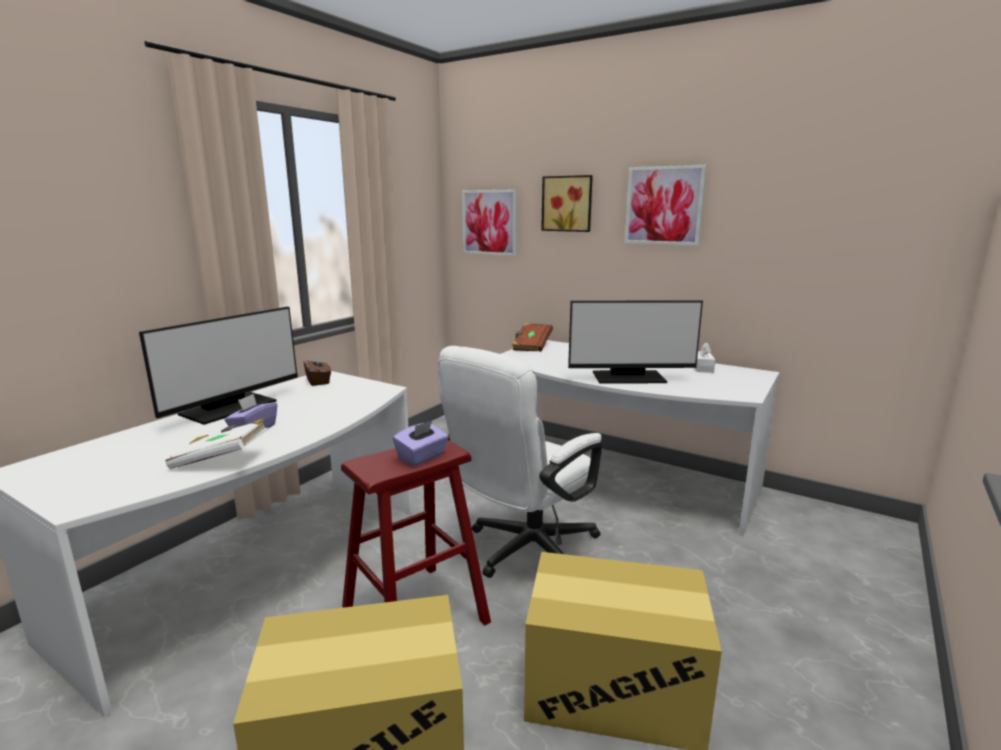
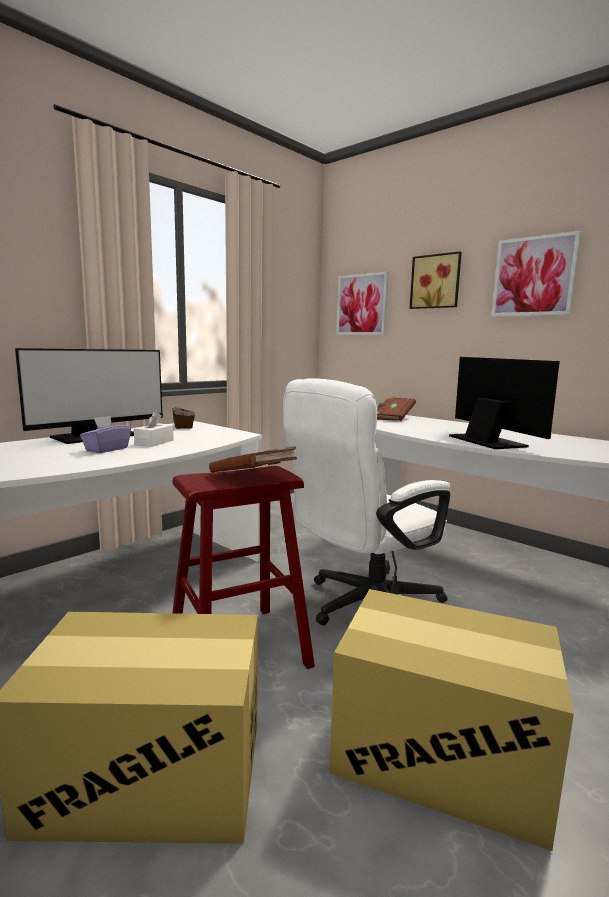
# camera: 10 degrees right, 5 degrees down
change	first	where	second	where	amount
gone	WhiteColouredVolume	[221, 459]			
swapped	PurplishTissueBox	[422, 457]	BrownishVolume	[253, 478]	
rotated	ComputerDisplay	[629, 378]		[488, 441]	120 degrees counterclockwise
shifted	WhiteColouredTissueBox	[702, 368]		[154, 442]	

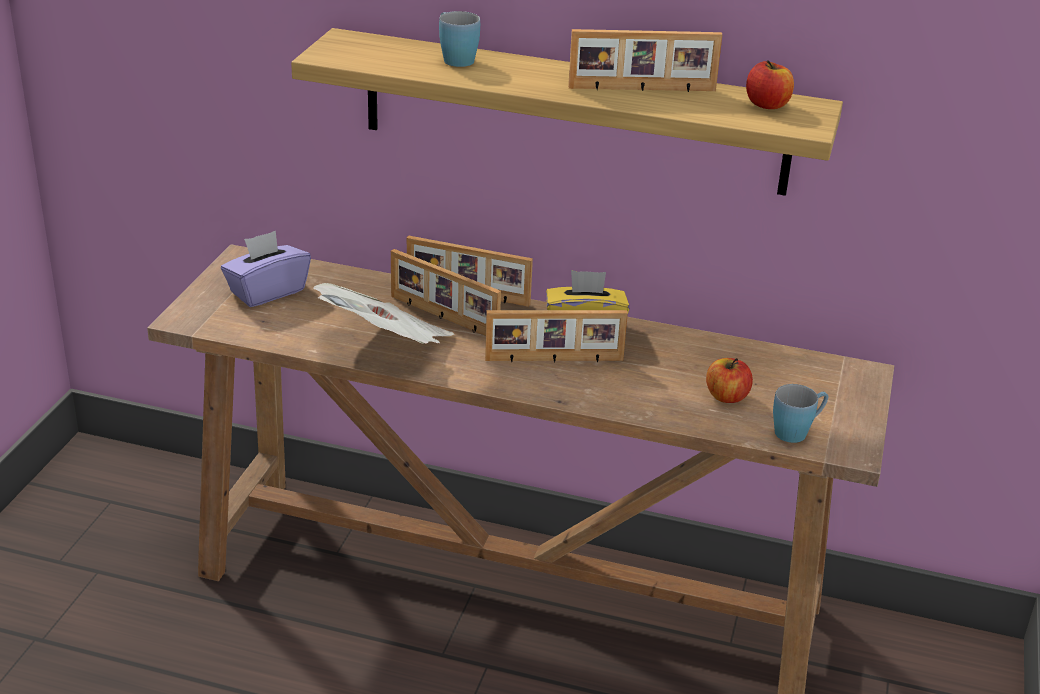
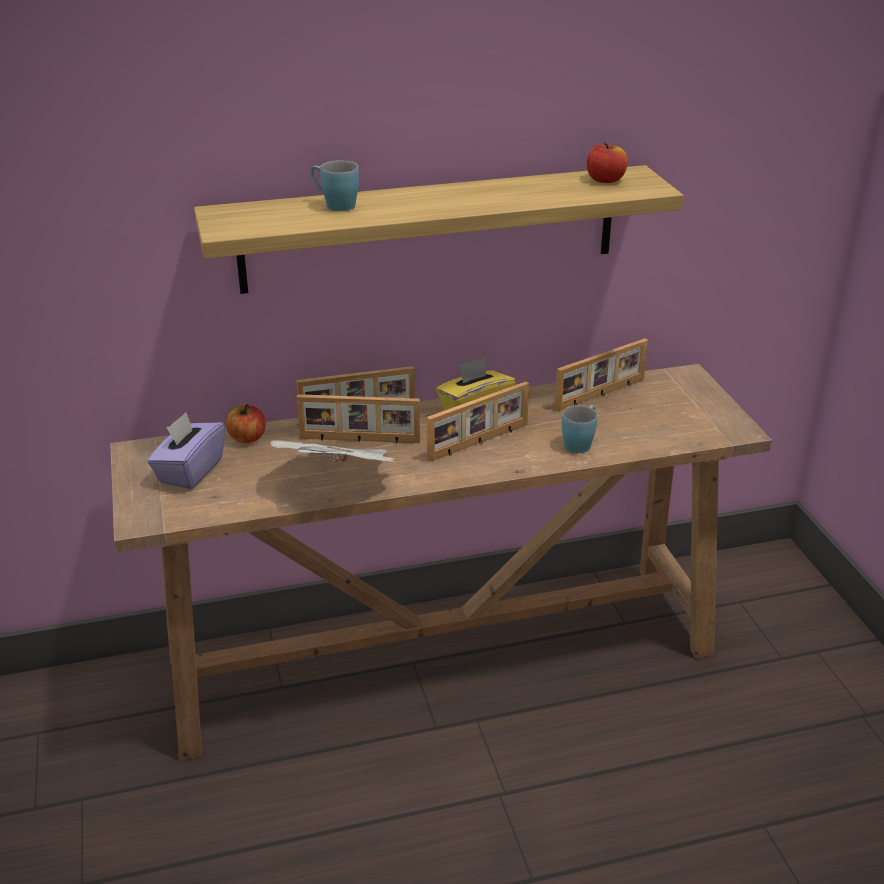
# camera: 30 degrees left, 0 degrees up
change	first	where	second	where	amount
shifted	PhotoFrame	[642, 89]		[601, 395]	
shifted	WholeApple	[726, 396]		[247, 438]	
shifted	BlueCoffeeMug	[797, 431]		[580, 443]	

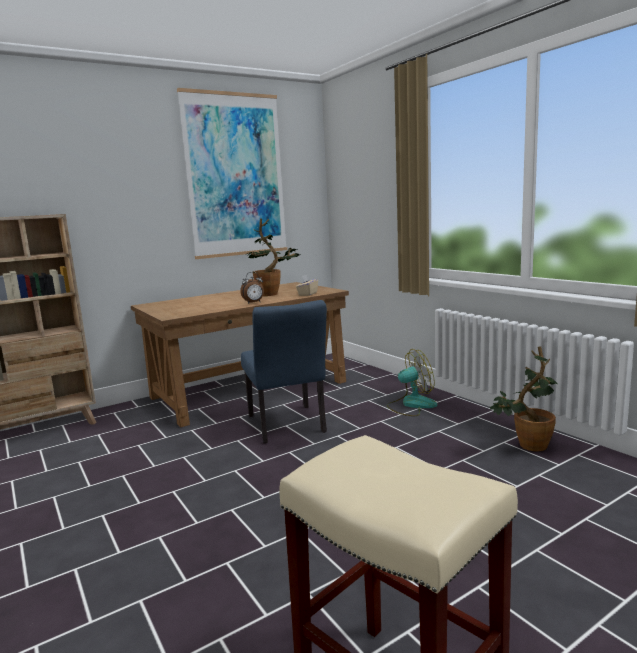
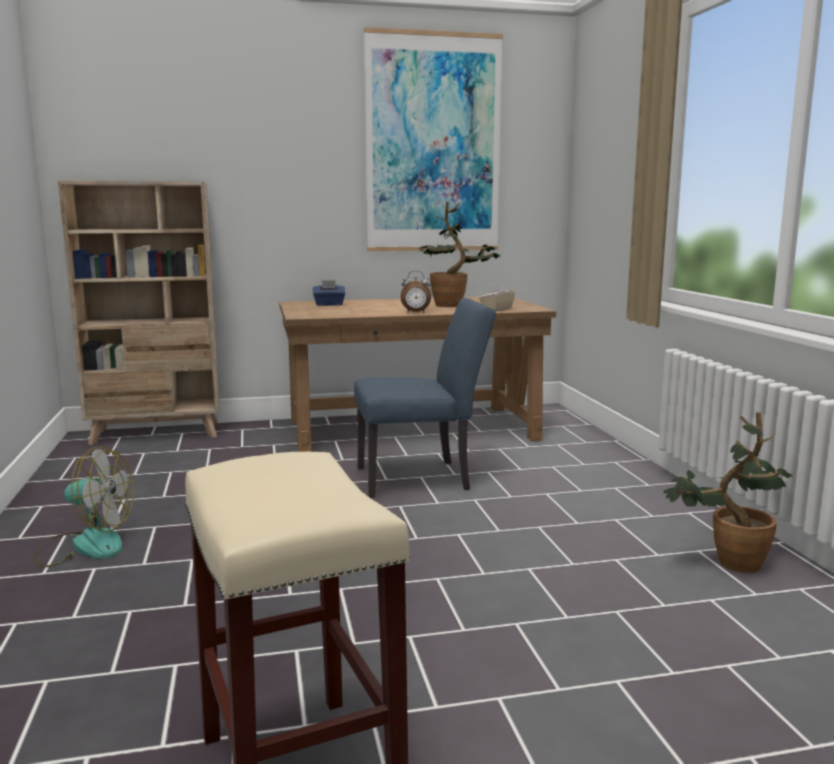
# camera: 20 degrees right, 0 degrees up
change	first	where	second	where	amount
rotated	BluePlainChair	[288, 426]		[422, 478]	105 degrees counterclockwise
shifted	Fan	[411, 405]		[85, 545]	
new			BlueTissueBox	[329, 305]	

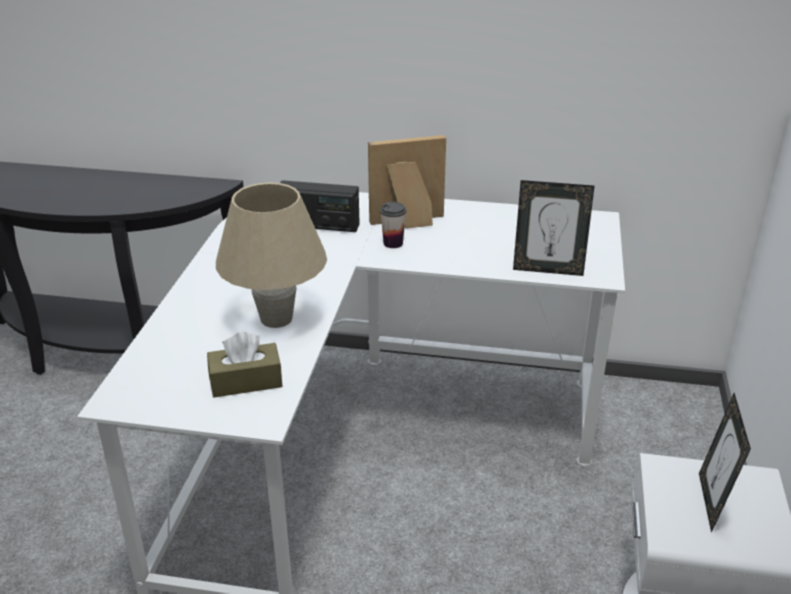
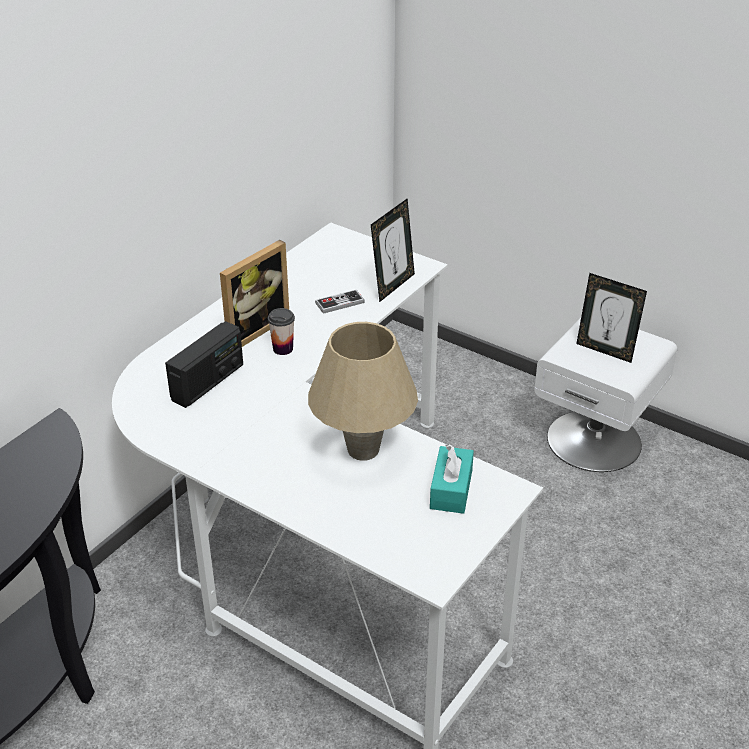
# camera: 65 degrees left, 5 degrees up
change	first	where	second	where	amount
repainted	BrownishTissueBox	[246, 381]	TurquoiseColouredTissueBox	[451, 489]	
rotated	PhotoFrame	[408, 223]		[252, 329]	150 degrees counterclockwise
new			GameController	[339, 303]	

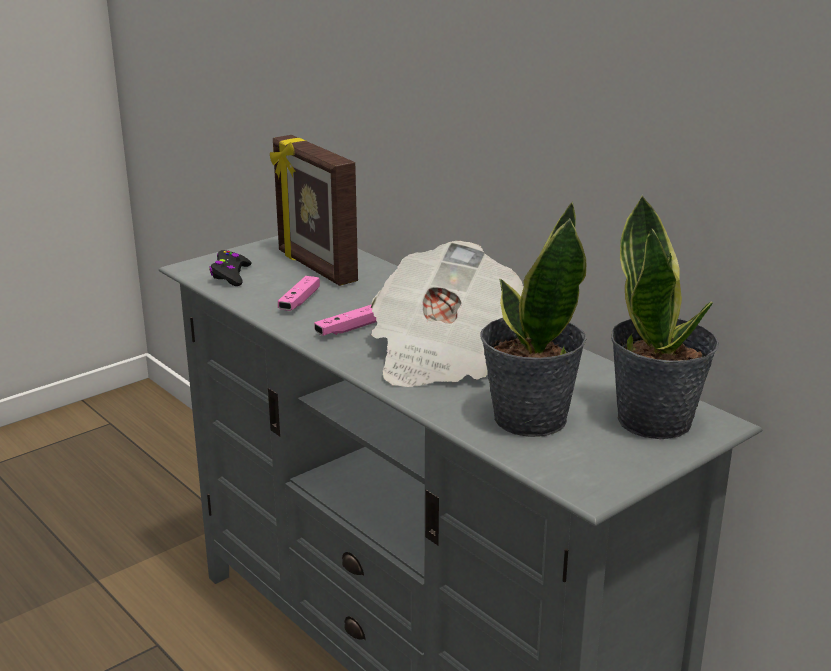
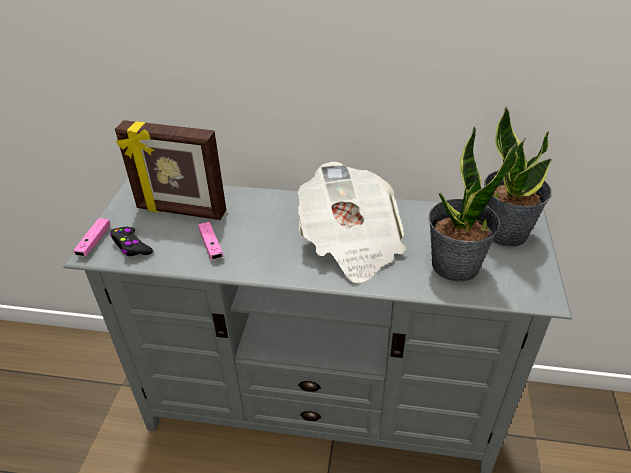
# camera: 40 degrees left, 15 degrees up
change	first	where	second	where	amount
shifted	PinkishGameController	[348, 329]		[94, 242]	

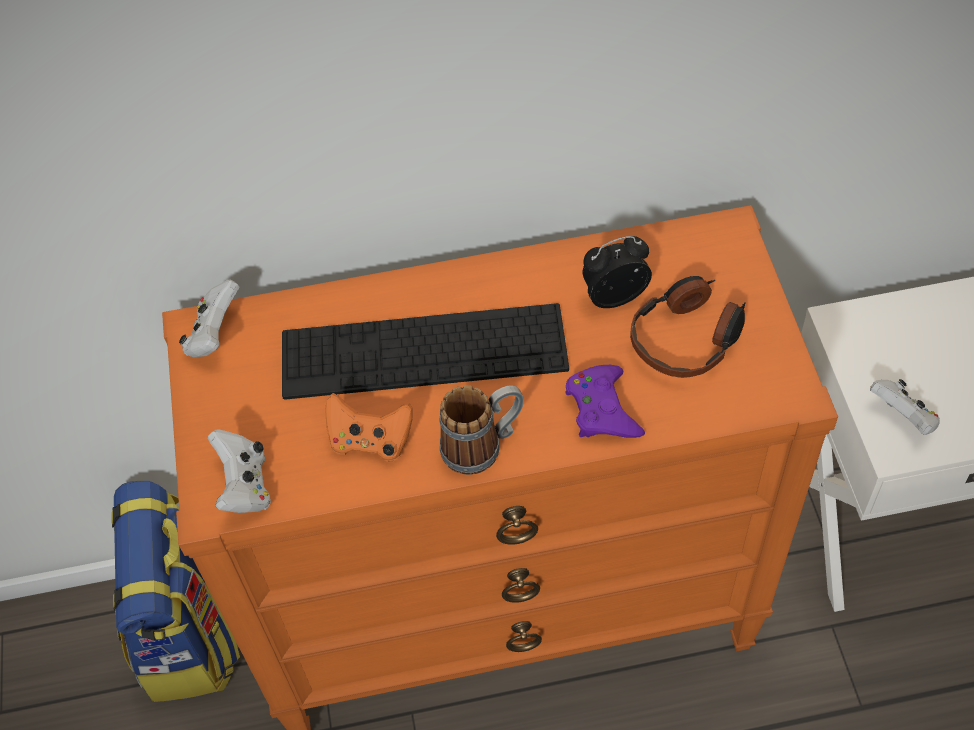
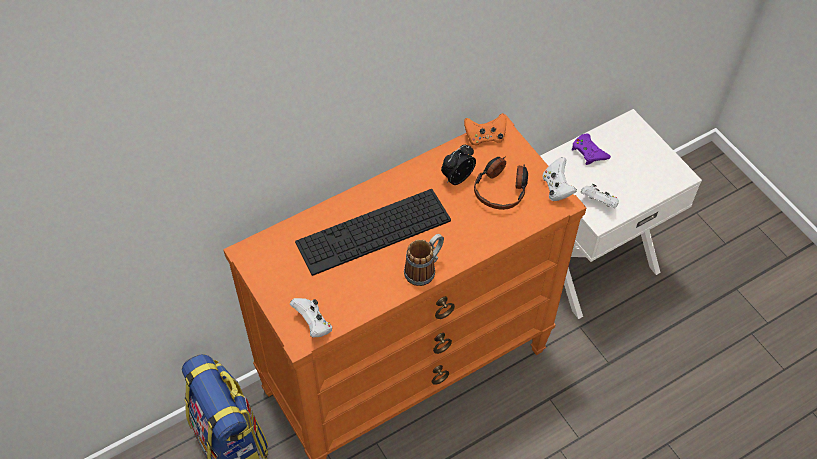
# camera: 25 degrees left, 0 degrees up
change	first	where	second	where	amount
shifted	WhiteColouredGameController	[214, 335]		[556, 188]	
shifted	OrangeyGameController	[370, 441]		[485, 137]	
shifted	PurplishGameController	[602, 409]		[589, 152]	

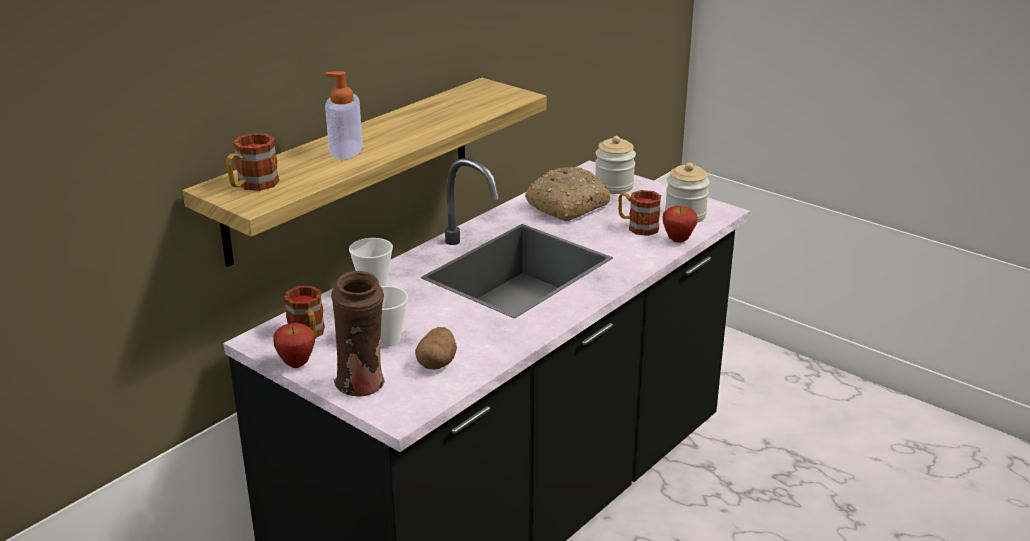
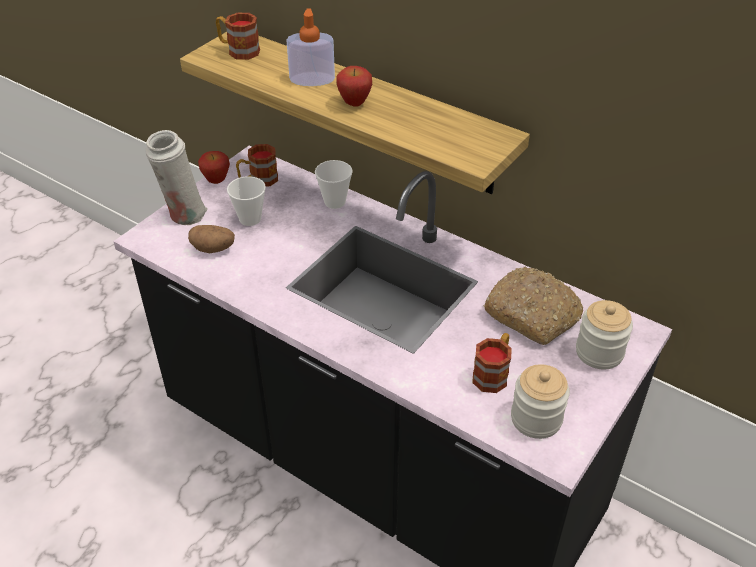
# camera: 85 degrees right, 15 degrees up
change	first	where	second	where	amount
repainted	BrownishVase	[362, 386]	WhiteColouredVase	[183, 215]	
shifted	WholeApple	[678, 241]		[354, 103]	

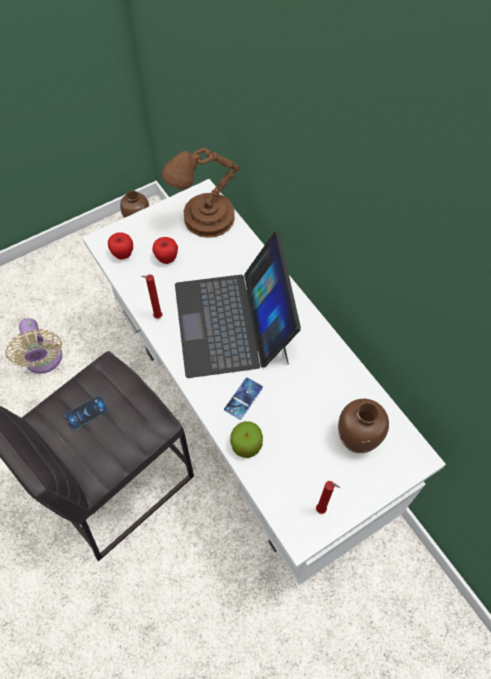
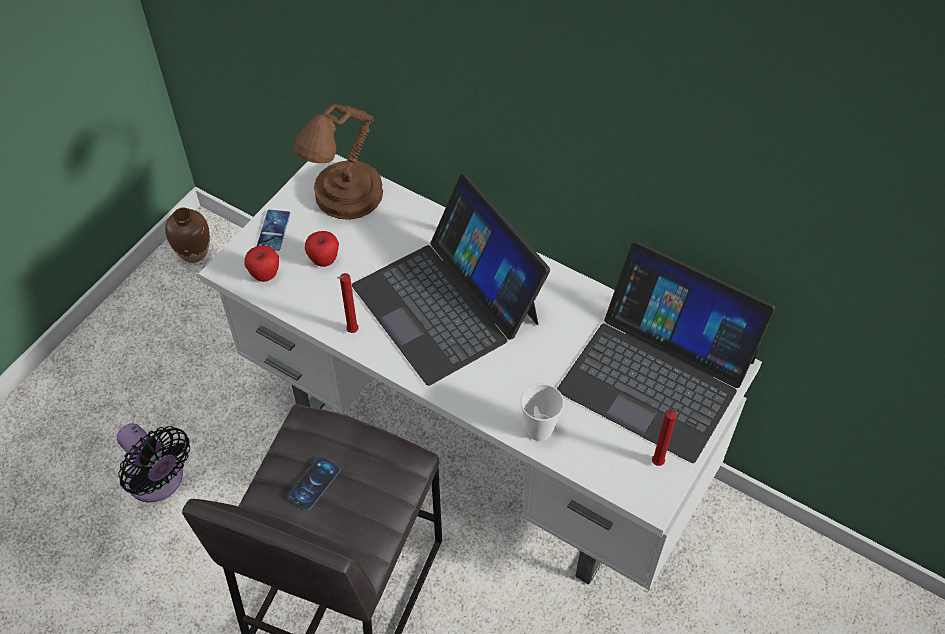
# camera: 25 degrees left, 5 degrees down
change	first	where	second	where	amount
repainted	BeigeFan	[44, 360]	BlackishFan	[158, 481]	
shifted	Phone	[243, 398]		[273, 230]	
swapped	WholeApple	[246, 445]	Cup	[539, 430]	
swapped	BrownishVase	[357, 439]	NotebookComputer	[657, 374]	

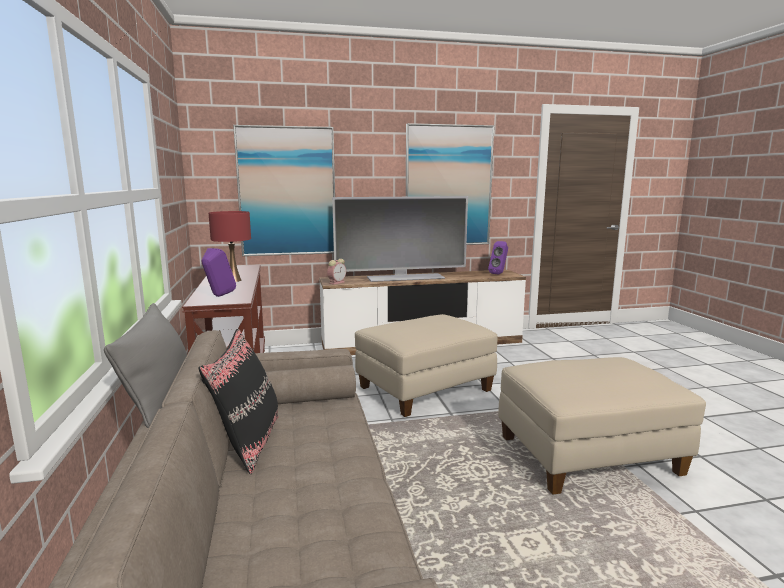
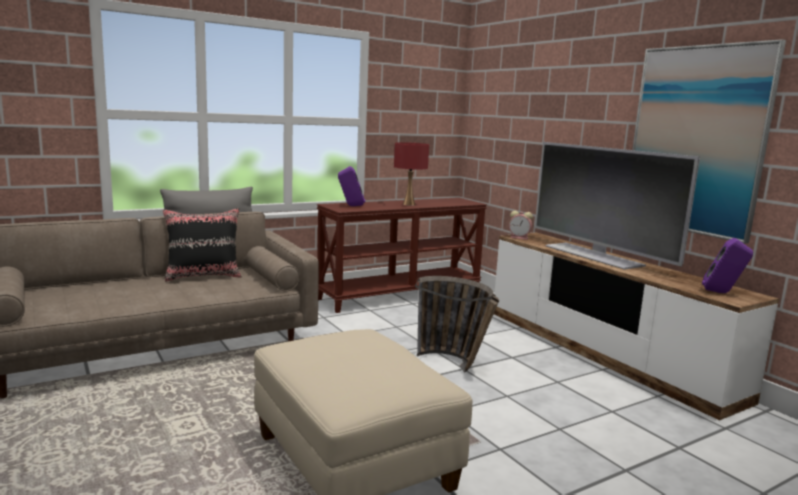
# camera: 70 degrees right, 0 degrees up
change	first	where	second	where	amount
gone	WallArt	[287, 192]			
swapped	BeigeFootrest	[425, 390]	StorageBasket	[456, 365]	

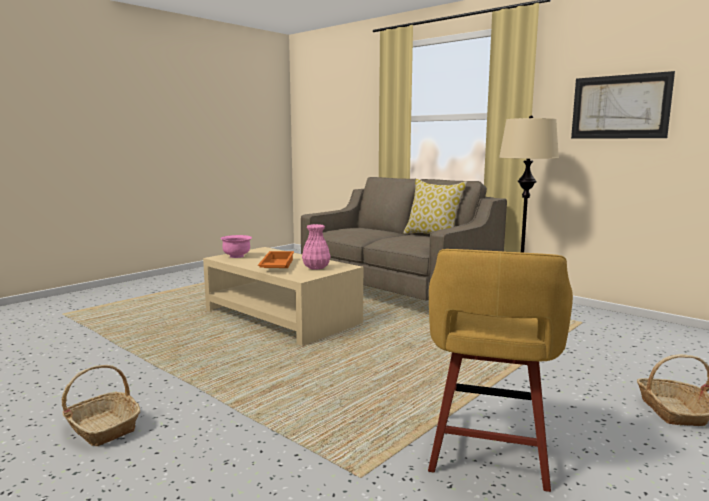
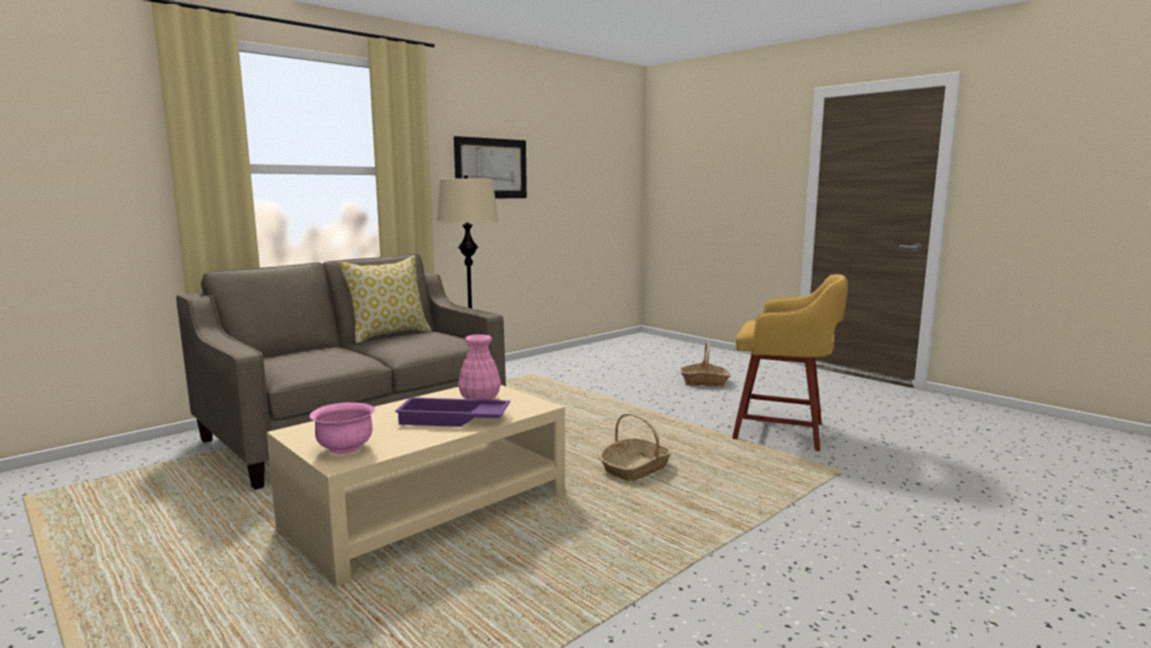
# camera: 85 degrees left, 0 degrees up
change	first	where	second	where	amount
shifted	StorageBasket	[102, 428]		[635, 469]	
repainted	OrangeyTray	[276, 266]	PurplishTray	[452, 420]	

